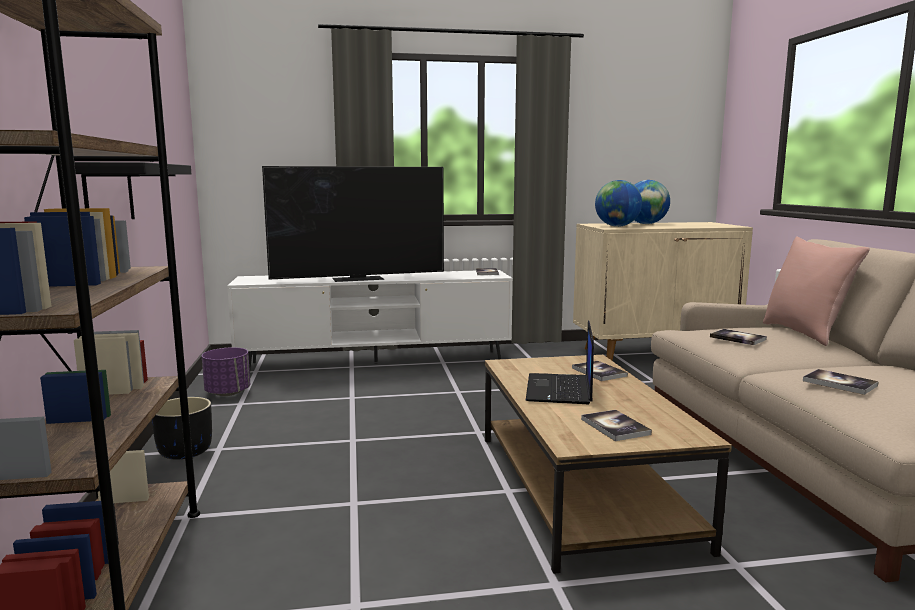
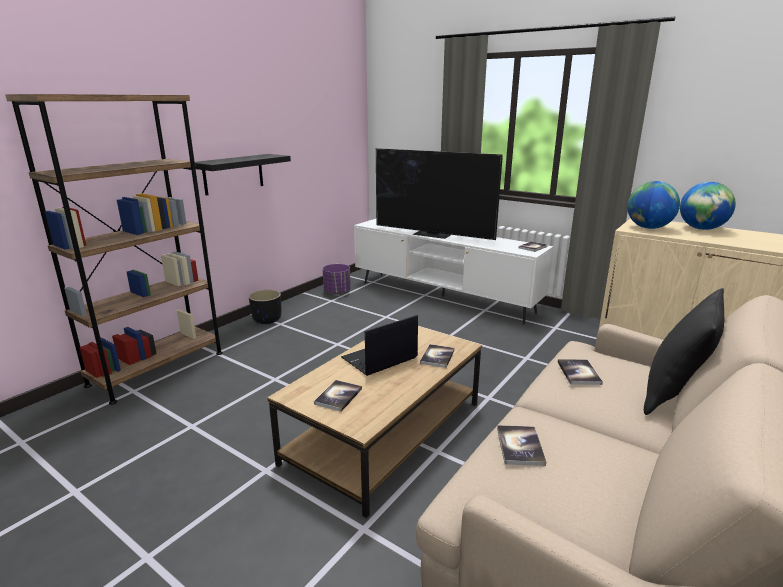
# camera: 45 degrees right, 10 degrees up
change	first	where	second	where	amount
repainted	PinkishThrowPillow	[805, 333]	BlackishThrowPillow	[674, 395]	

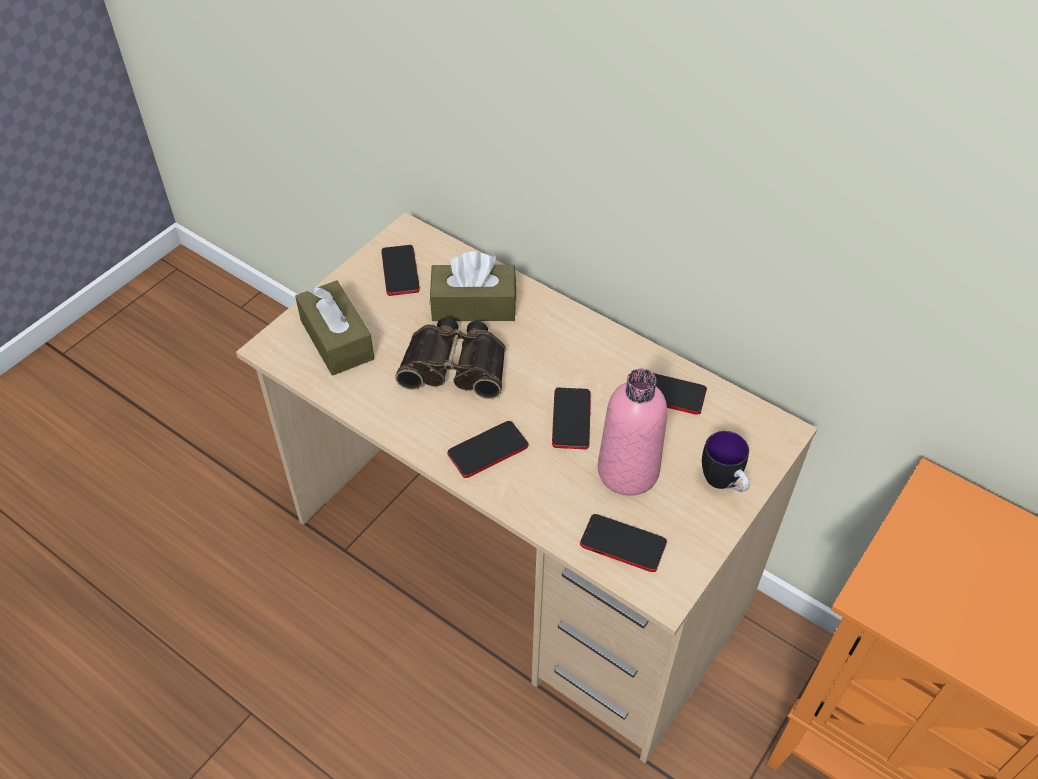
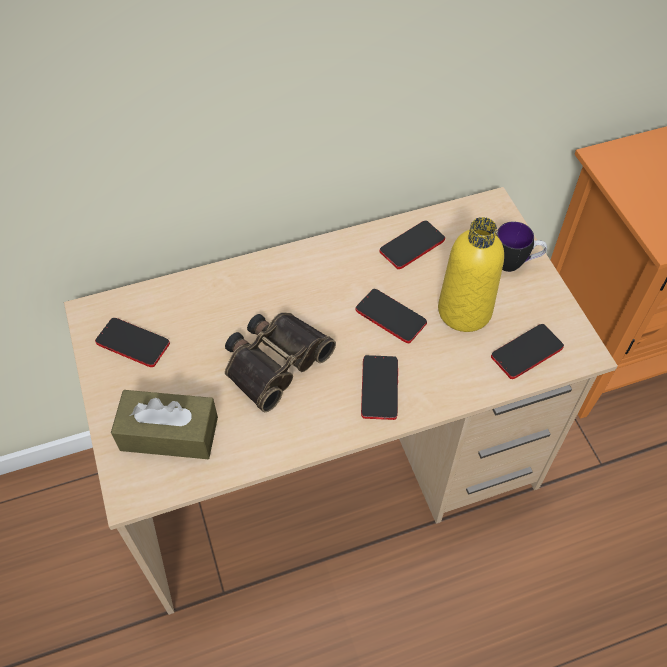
# camera: 55 degrees left, 5 degrees up
change	first	where	second	where	amount
gone	BrownishTissueBox	[473, 305]			
repainted	PinkishBottle	[628, 471]	YellowColouredBottle	[464, 311]	

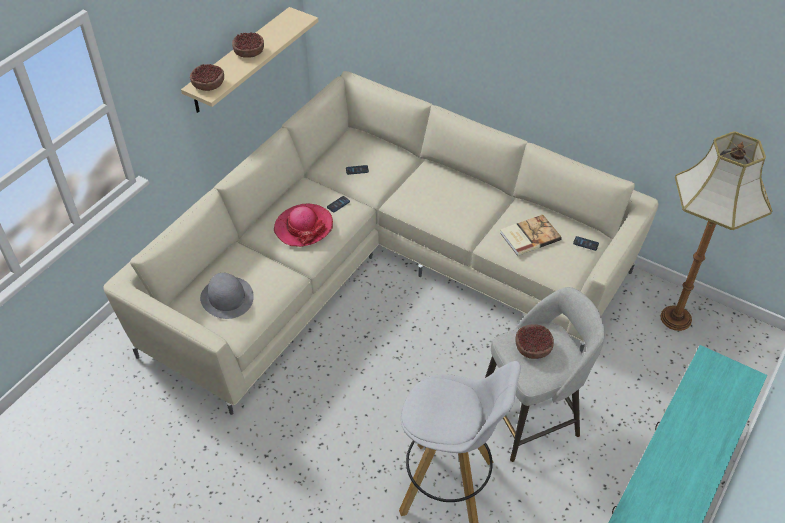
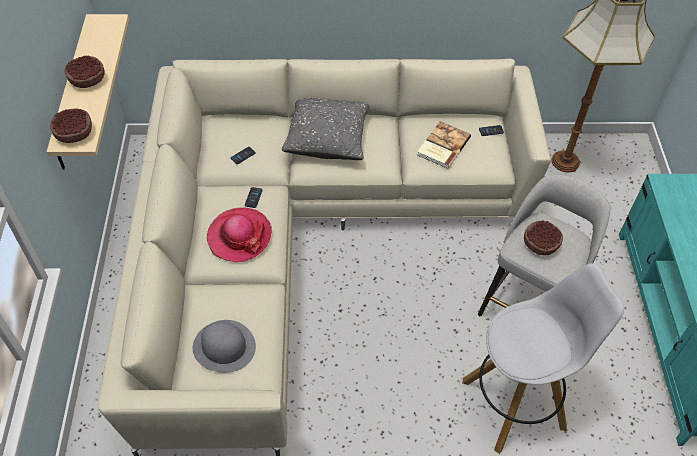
# camera: 35 degrees left, 5 degrees up
change	first	where	second	where	amount
new			GreyishThrowPillow	[327, 137]	

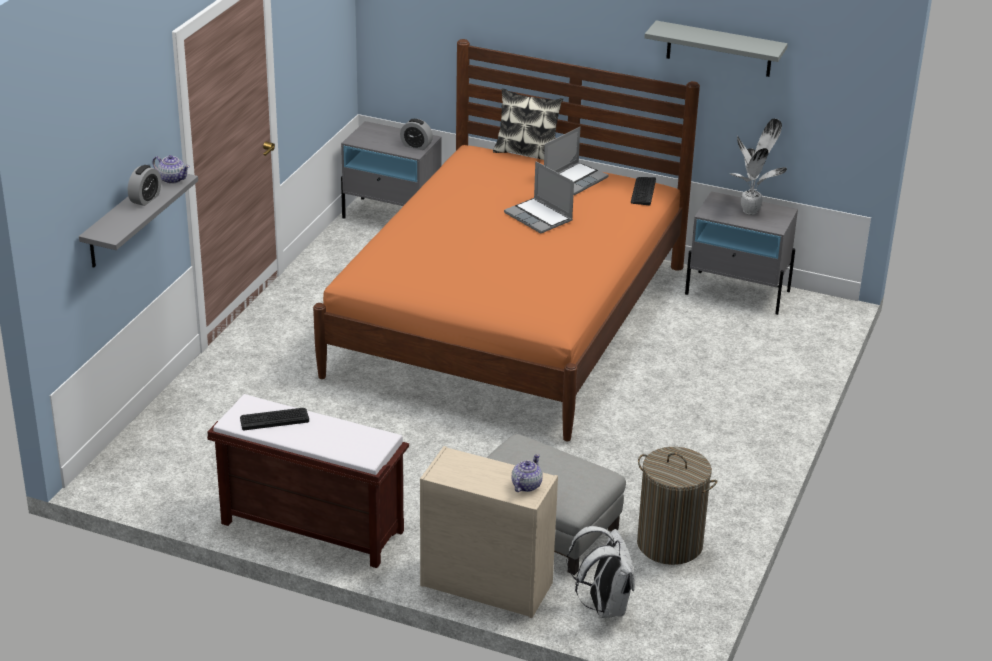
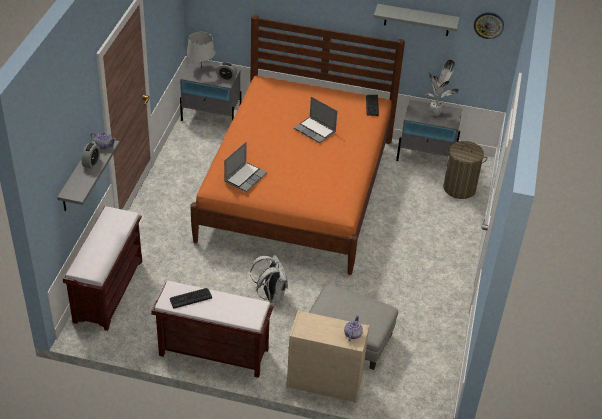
# camera: 10 degrees left, 10 degrees up
change	first	where	second	where	amount
gone	ThrowPillow	[526, 153]			
shifted	NotebookComputer	[575, 179]		[245, 177]	
shifted	WhiteColouredRucksack	[603, 606]		[271, 295]	
shifted	Hamper	[670, 544]		[459, 188]	
new			BrownishLongSeat	[108, 290]	
new			GreyishLampForATable	[201, 68]	
new			WallClock	[488, 25]	

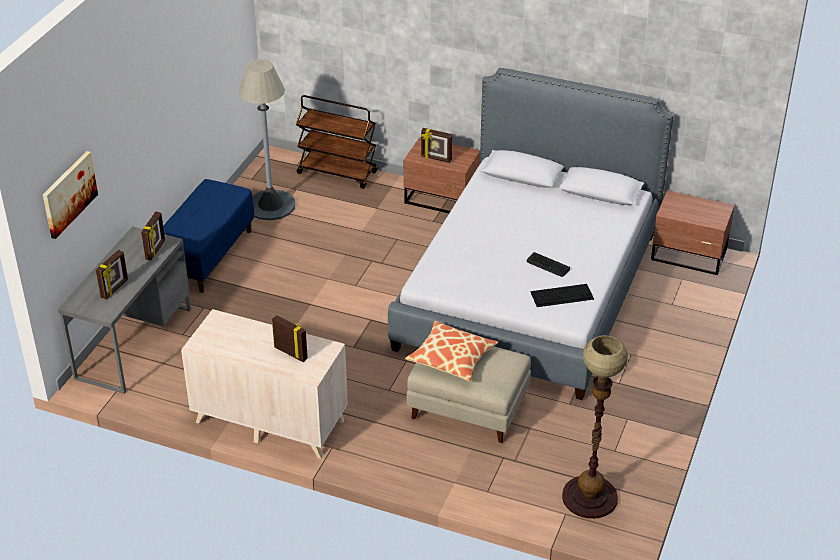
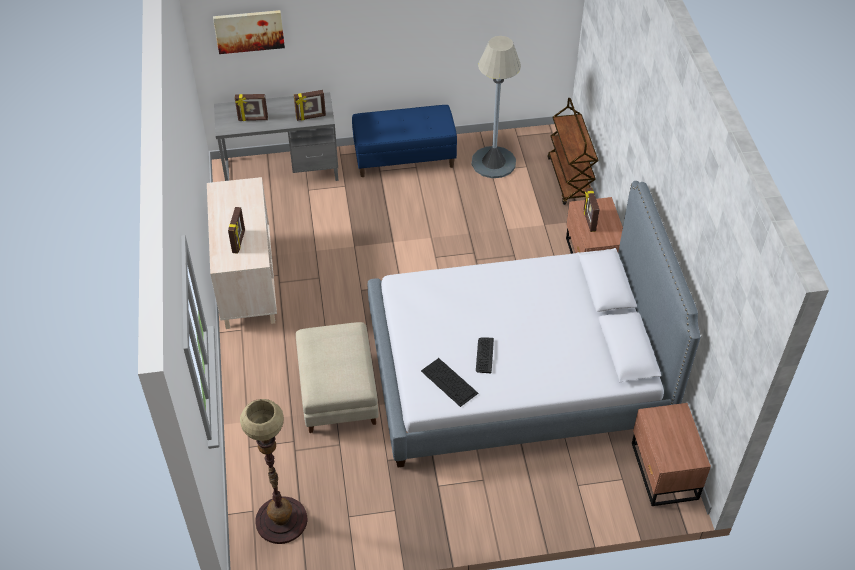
# camera: 60 degrees right, 10 degrees up
change	first	where	second	where	amount
gone	ThrowPillow	[451, 358]			

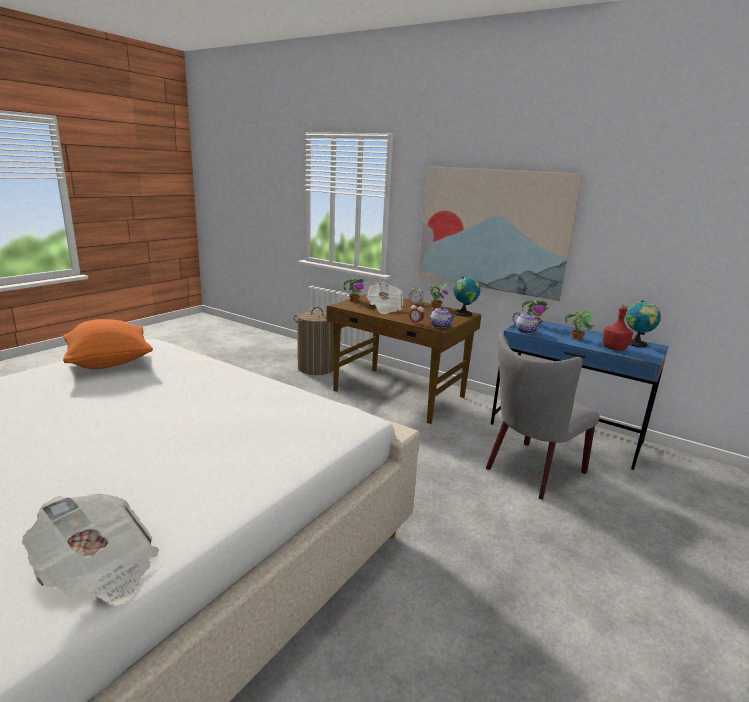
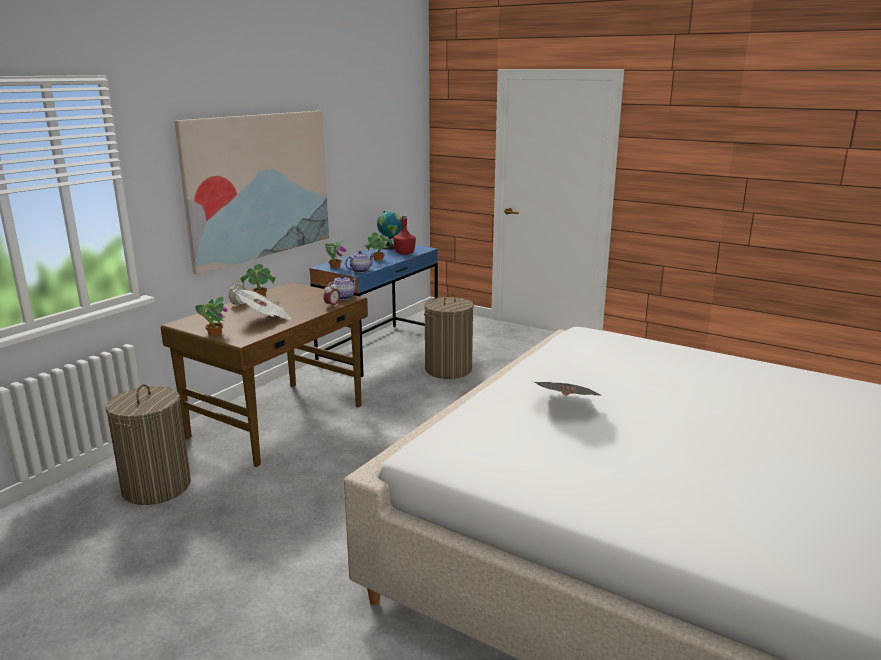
# camera: 90 degrees left, 0 degrees up
change	first	where	second	where	amount
shifted	DailyPaper	[99, 571]		[566, 406]	
gone	OrangeyThrowPillow	[109, 363]			
gone	Globe	[464, 313]			
swapped	GreyishPlainChair	[531, 472]	Hamper	[448, 369]	

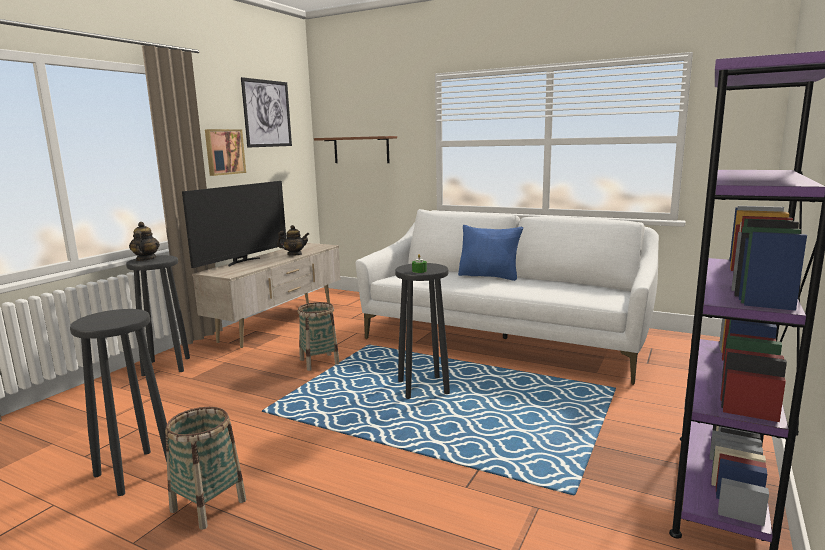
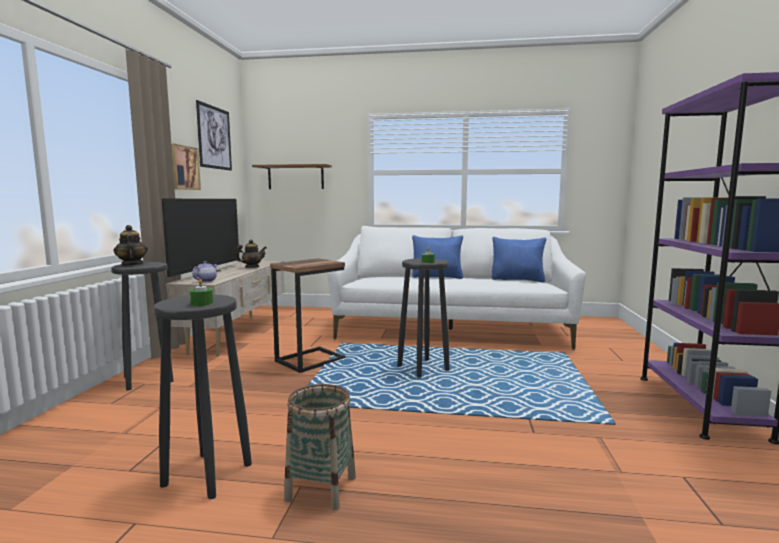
# camera: 20 degrees left, 5 degrees down
change	first	where	second	where	amount
swapped	StorageBasket	[319, 362]	EndTable	[309, 360]	
new			GreenWaxCandle	[201, 303]	
new			Teapot	[206, 281]	
new			BlueThrowPillow	[518, 280]	

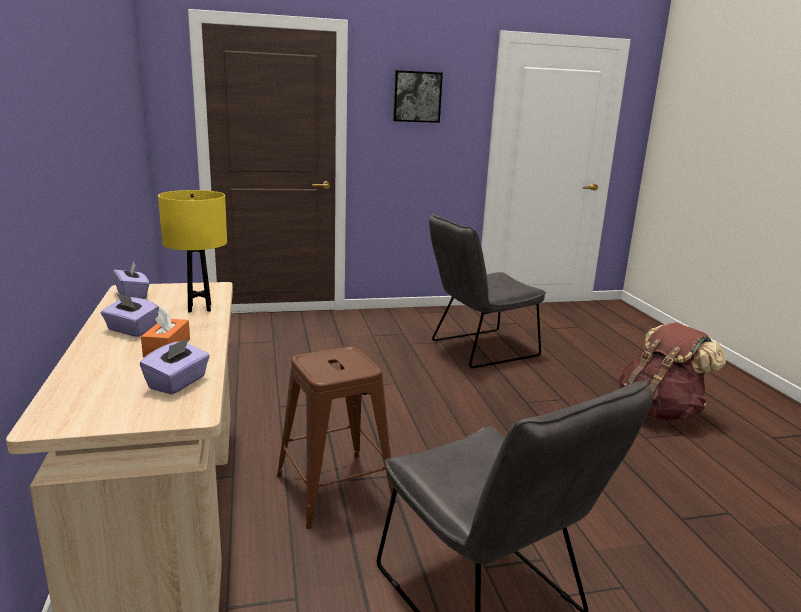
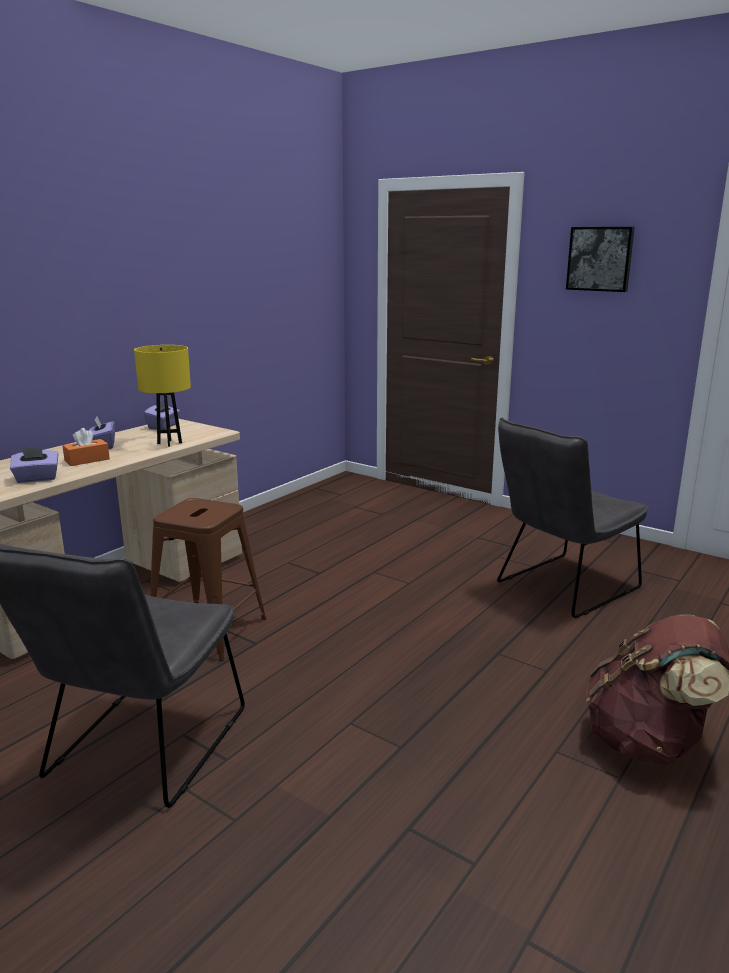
# camera: 50 degrees right, 0 degrees up
change	first	where	second	where	amount
rotated	GreyishPlainChair	[478, 349]		[561, 588]	60 degrees counterclockwise

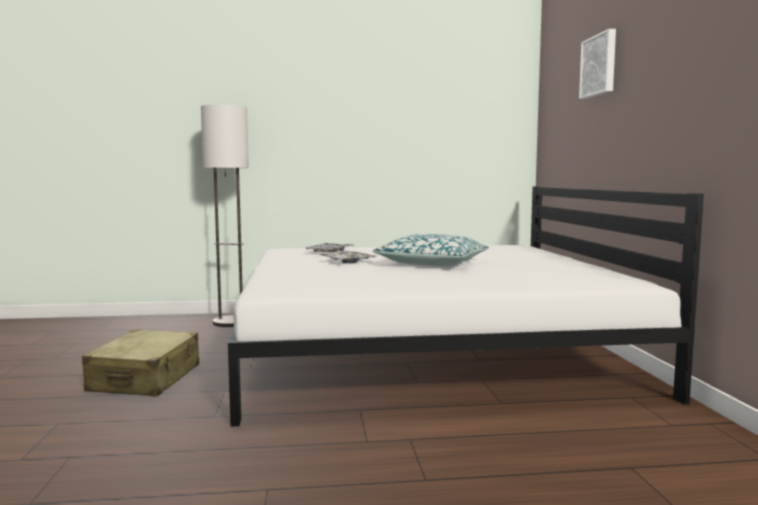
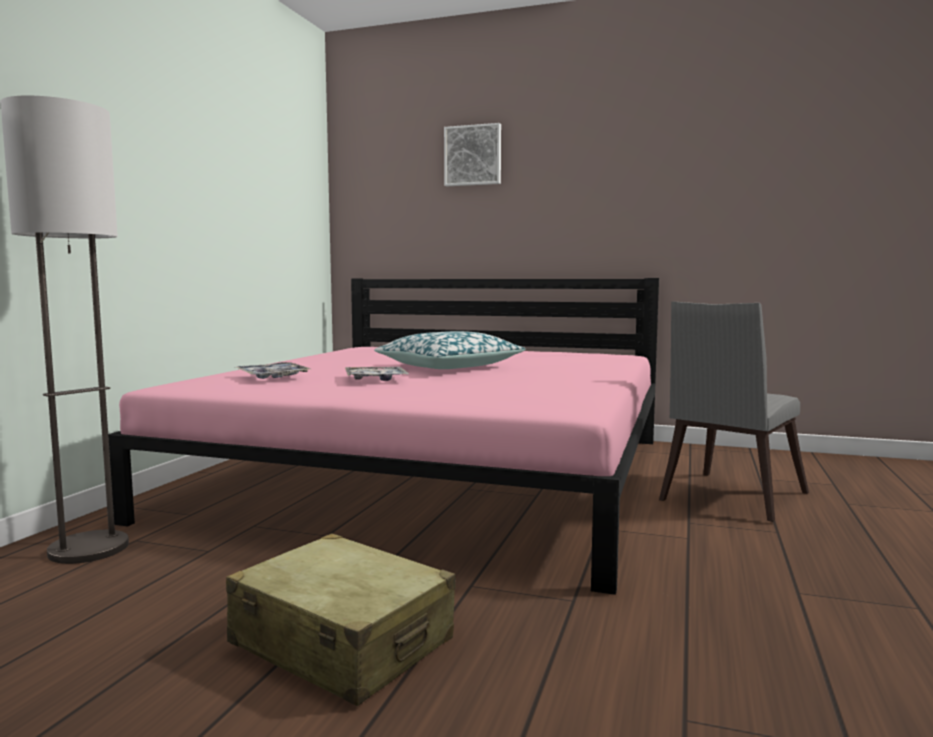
# camera: 65 degrees left, 0 degrees up
change	first	where	second	where	amount
repainted	WhiteColouredBedroomBed	[428, 351]	PinkishBedroomBed	[438, 475]	
new			GreyishPlainChair	[728, 498]	

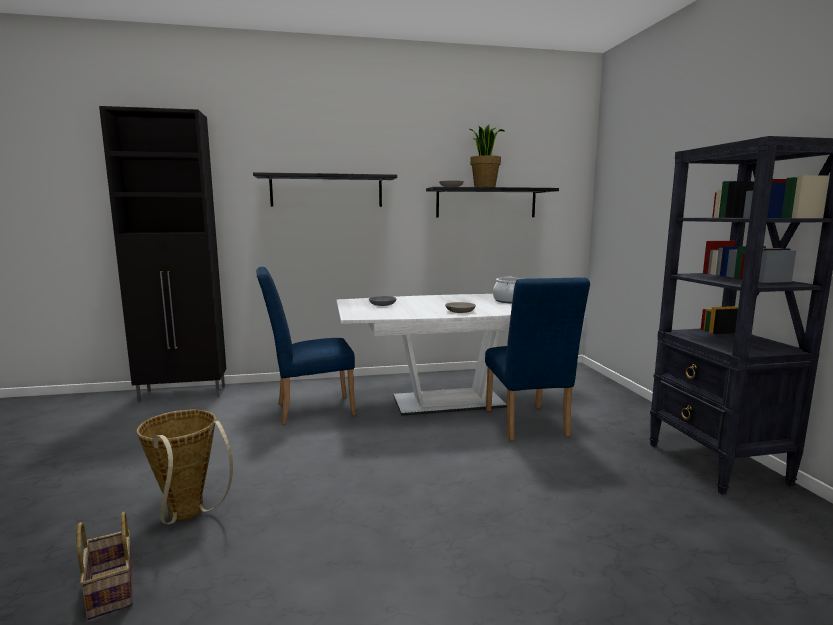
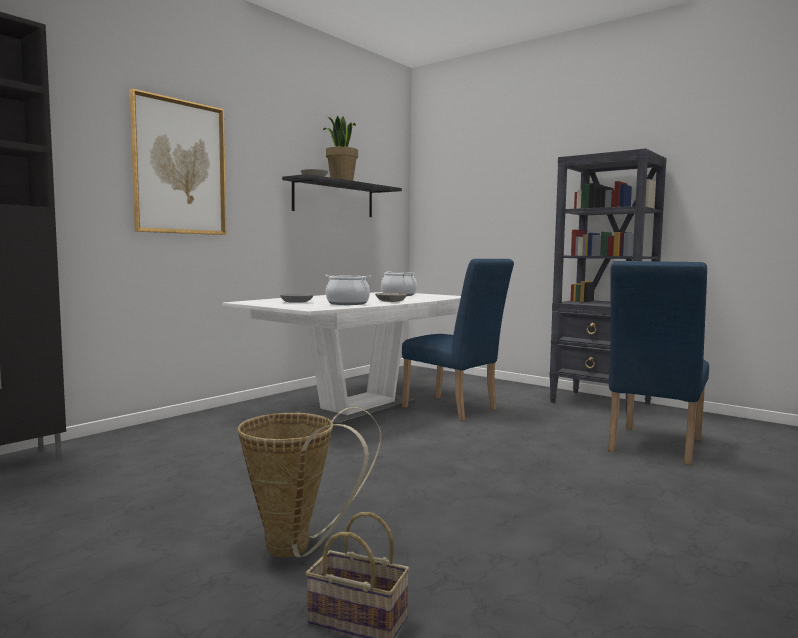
# camera: 40 degrees left, 5 degrees down
change	first	where	second	where	amount
swapped	BlackishBracketShelf	[326, 191]	WallArt	[179, 167]	
shifted	BluePlainChair	[308, 409]		[653, 447]	
new			Stockpot	[347, 303]	

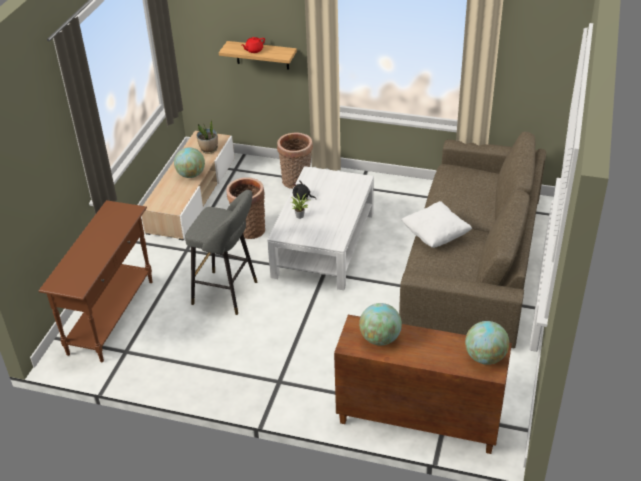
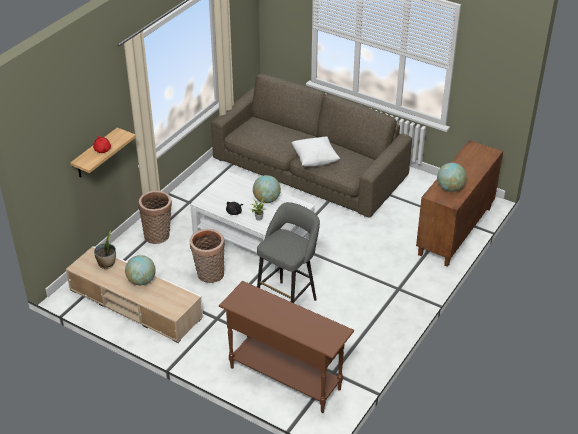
# camera: 75 degrees left, 0 degrees up
change	first	where	second	where	amount
shifted	Globe	[485, 357]		[266, 200]	

